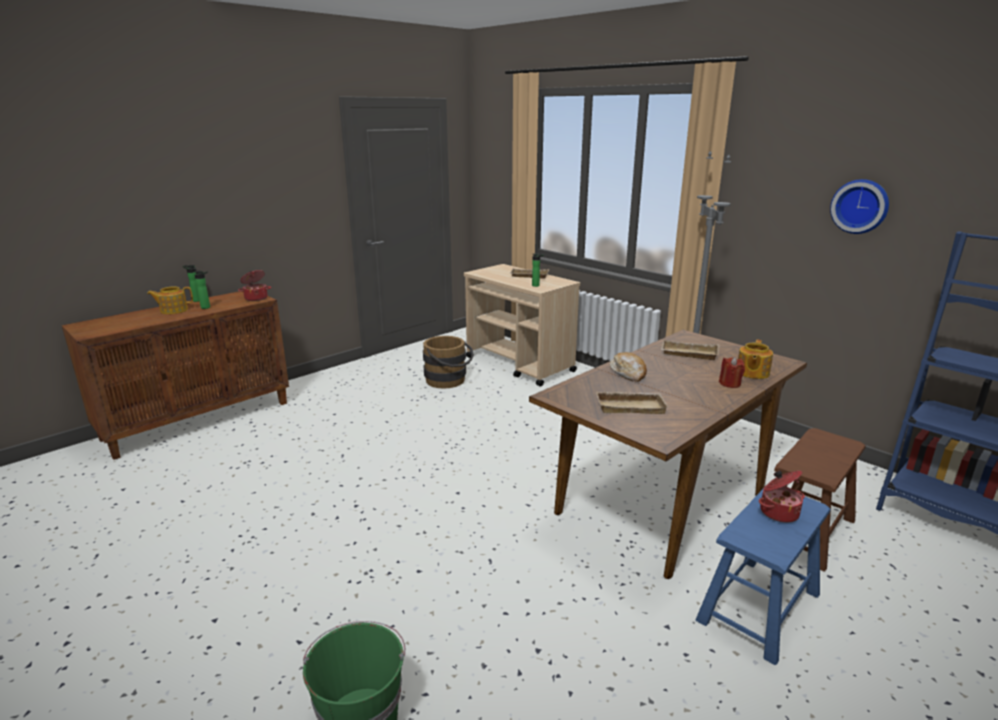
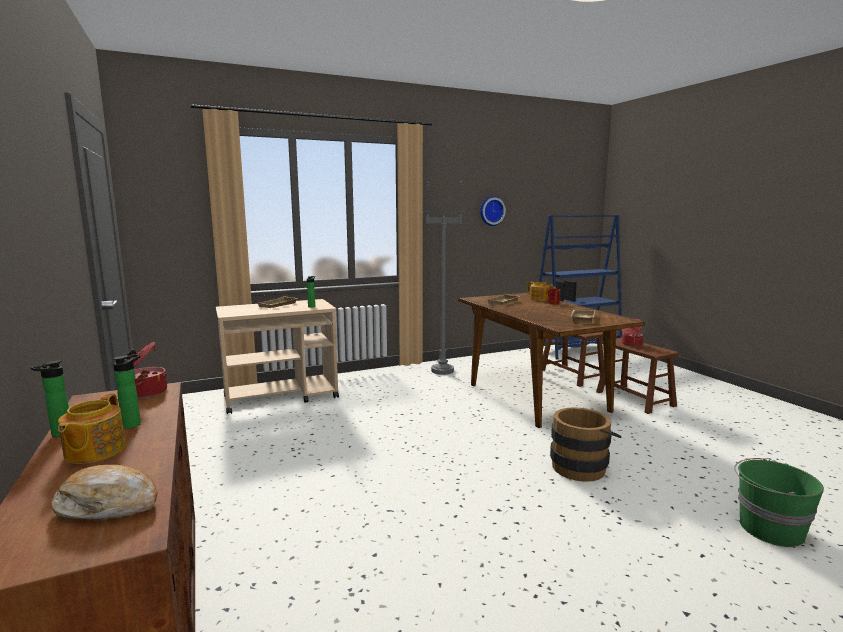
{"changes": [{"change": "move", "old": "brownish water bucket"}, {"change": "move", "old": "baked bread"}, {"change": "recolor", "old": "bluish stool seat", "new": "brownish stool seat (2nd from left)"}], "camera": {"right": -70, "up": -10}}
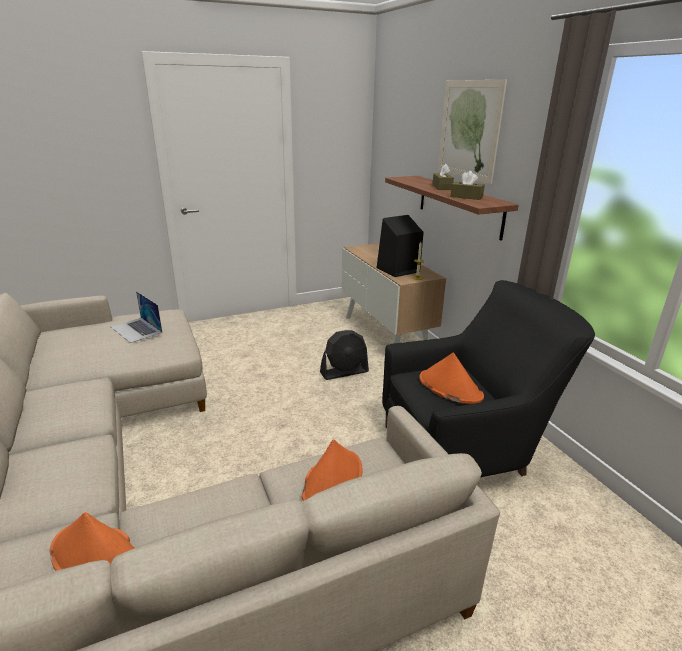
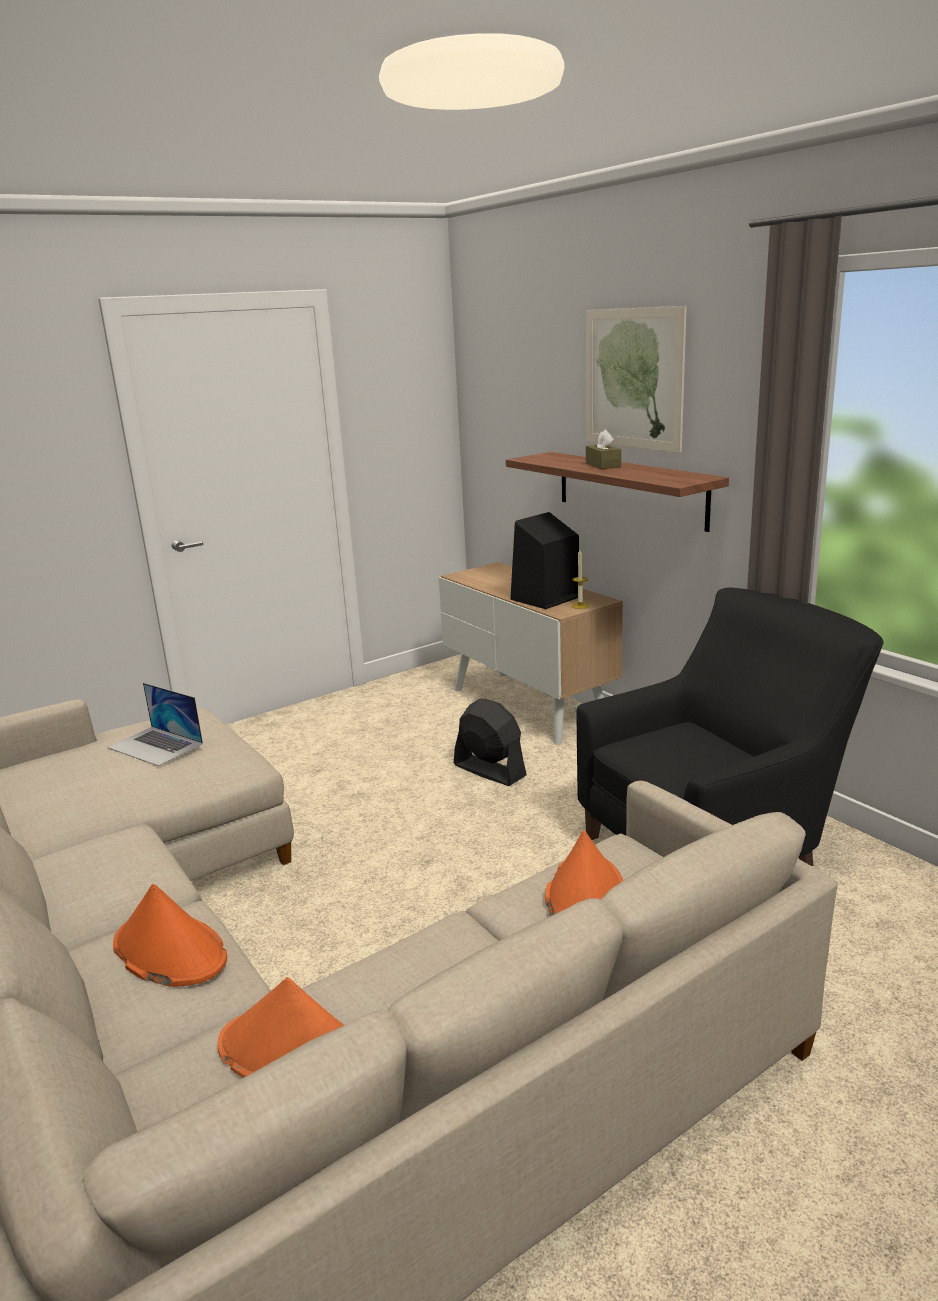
{"changes": [{"change": "delete", "old": "brownish tissue box (2nd from left)"}, {"change": "move", "old": "orange-coloured clothing hat (3rd from left in the first image)", "new": "orange-coloured clothing hat (1st from left)"}, {"change": "rotate", "old": "black-coloured electric fan", "degrees": -105}], "camera": {"right": -10, "up": -5}}
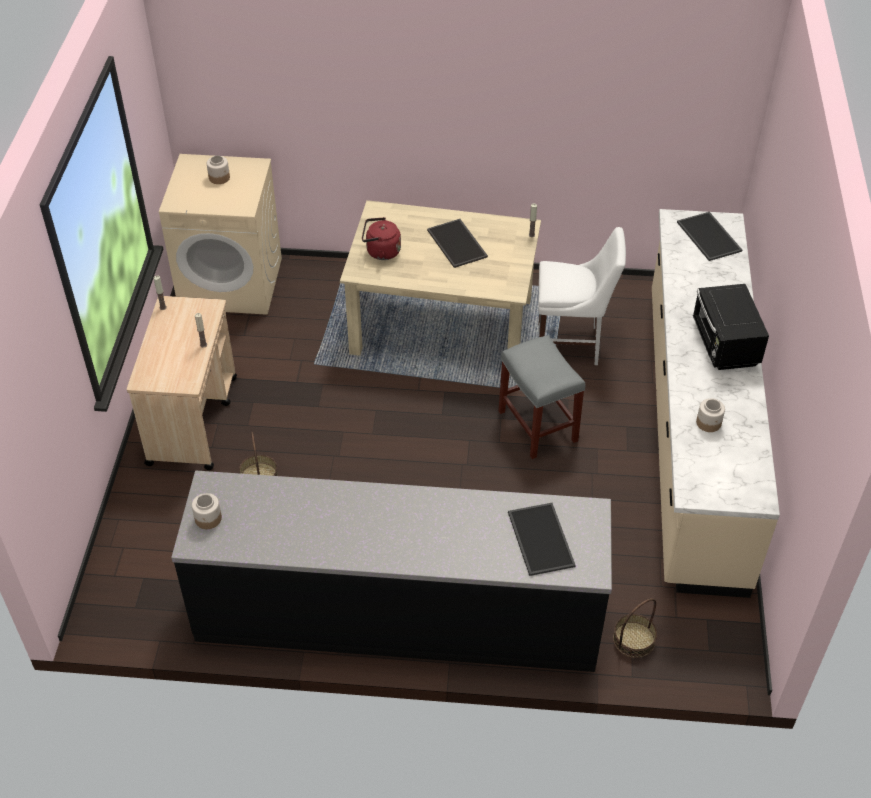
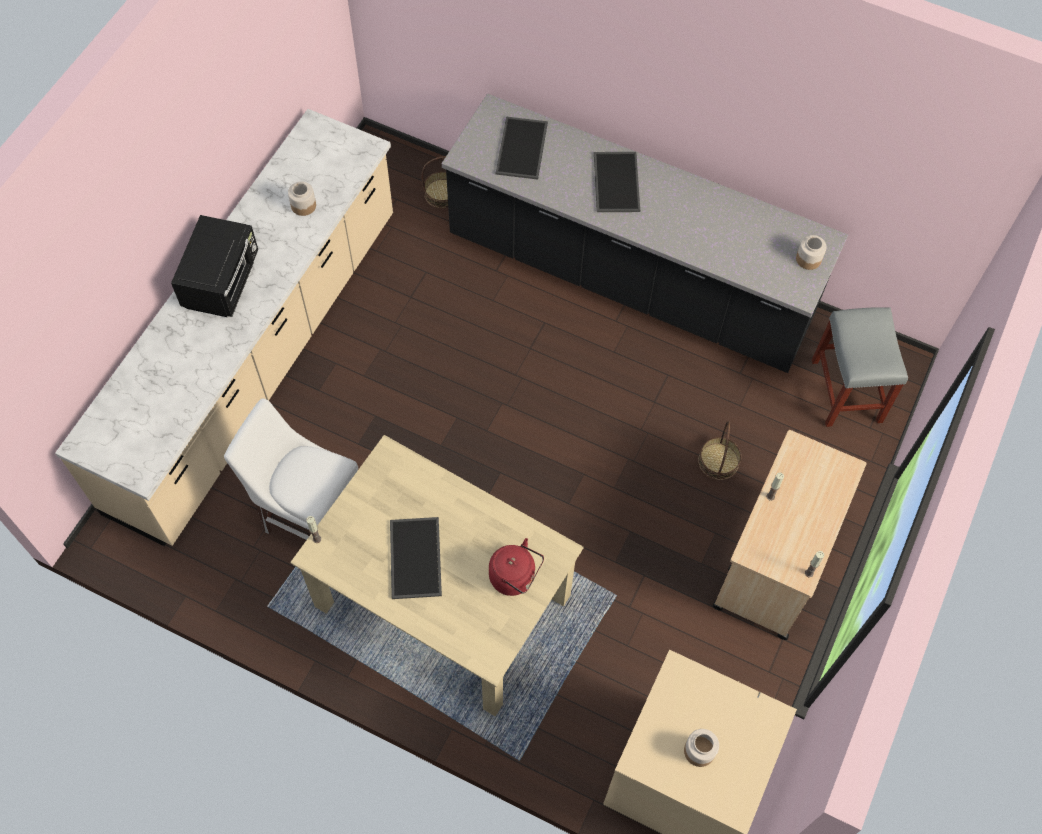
{"changes": [{"change": "move", "old": "grey stool seat"}, {"change": "move", "old": "carrying tray (3rd from left)"}], "camera": {"right": -160, "up": 15}}
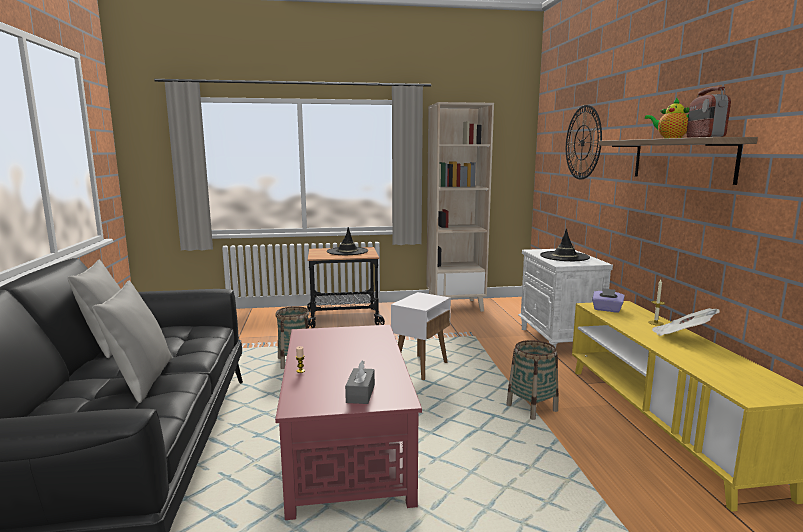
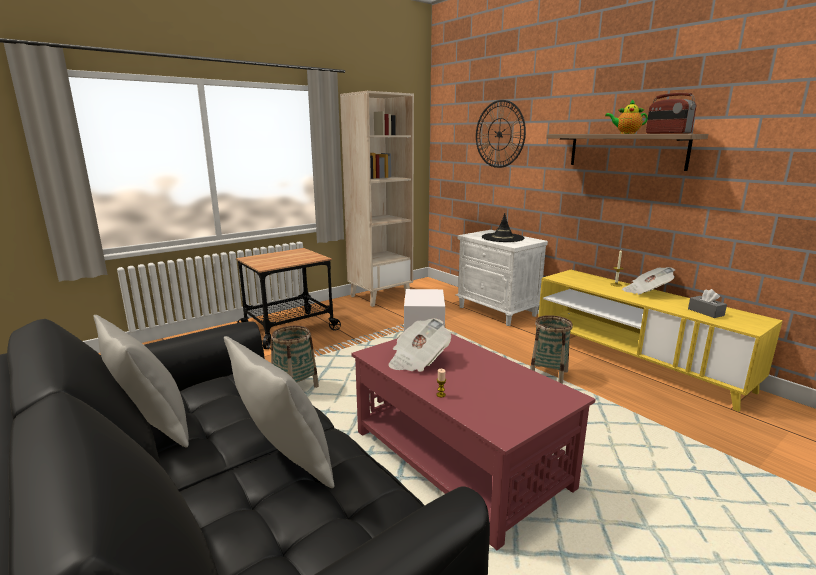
{"changes": [{"change": "delete", "old": "black-coloured clothing hat (1st from left)"}, {"change": "delete", "old": "purple tissue box"}, {"change": "insert", "new": "newspaper (1st from left)"}, {"change": "move", "old": "grey tissue box"}], "camera": {"right": -30, "up": 5}}
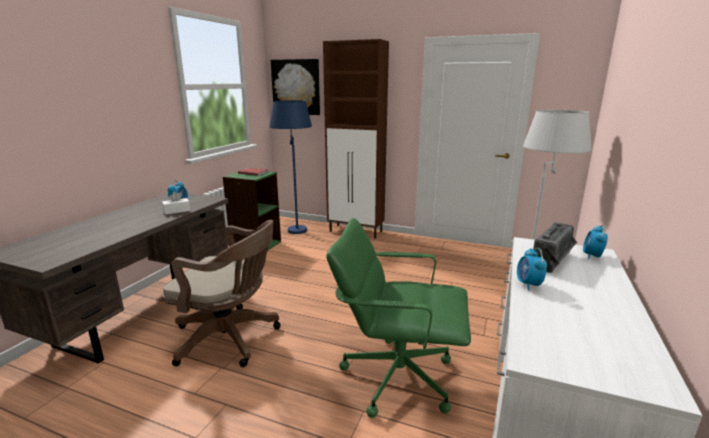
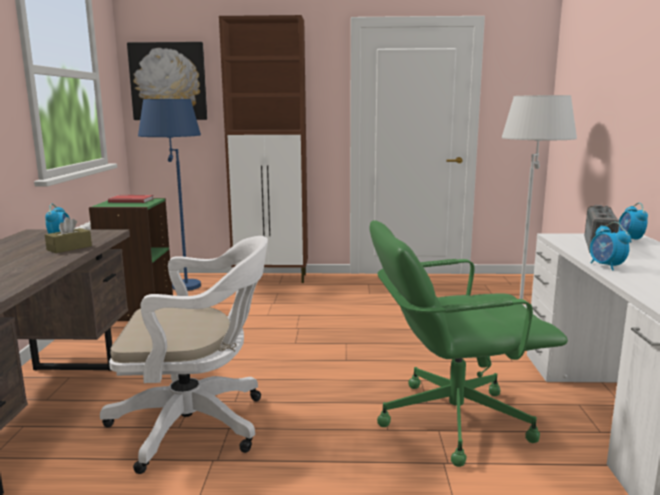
{"changes": [{"change": "recolor", "old": "white-coloured tissue box", "new": "brownish tissue box"}, {"change": "recolor", "old": "brownish computer chair", "new": "white-coloured computer chair"}], "camera": {"right": -20, "up": -5}}
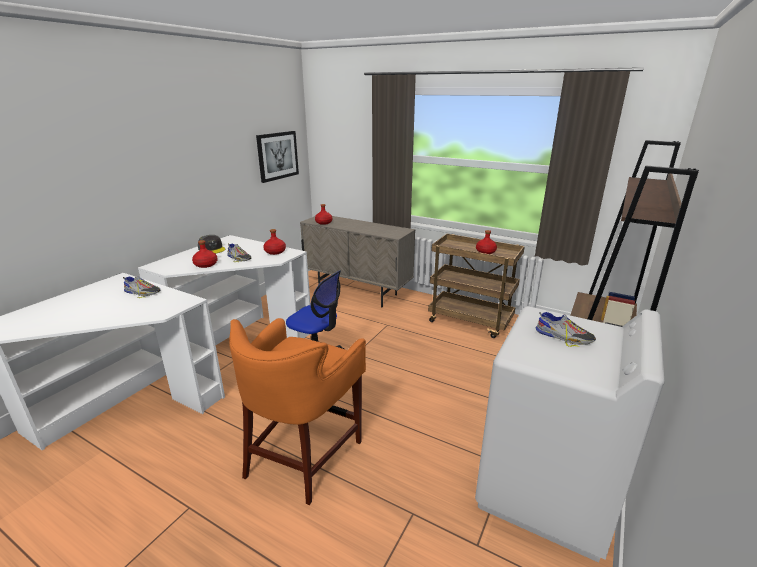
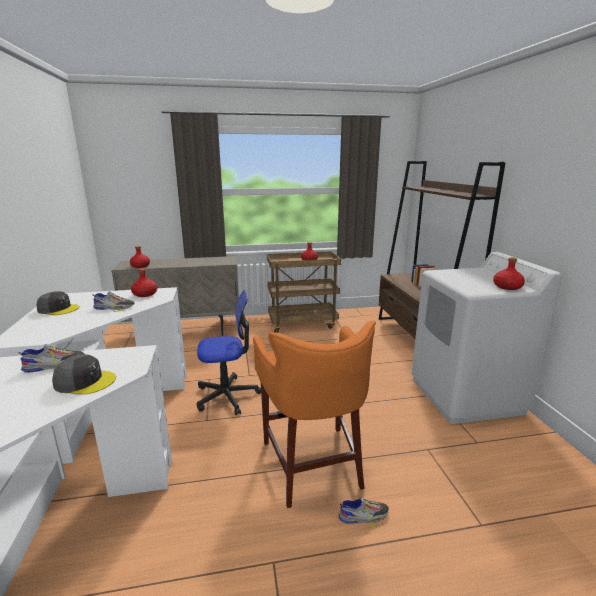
{"changes": [{"change": "delete", "old": "picture"}, {"change": "insert", "new": "grey baseball cap (2nd from left)"}, {"change": "move", "old": "reddish drink bottle (1st from left in the first image)", "new": "reddish drink bottle (4th from left)"}, {"change": "move", "old": "item of footwear (3rd from left)"}], "camera": {"right": -40, "up": -5}}
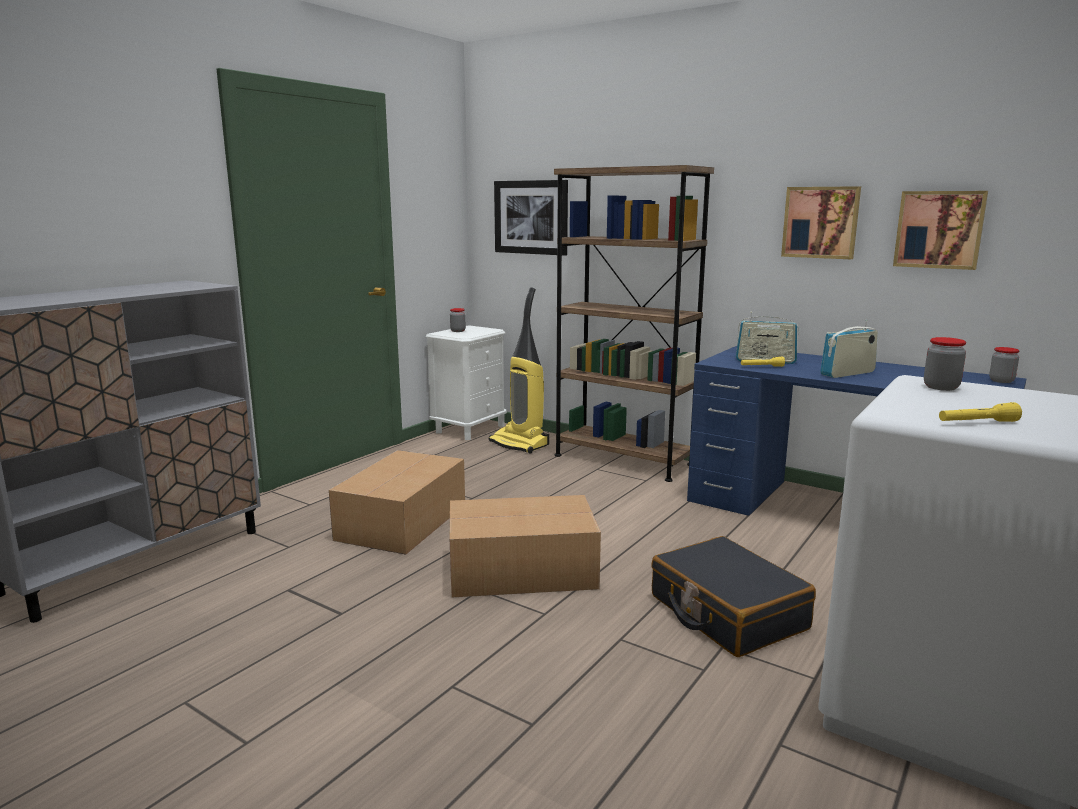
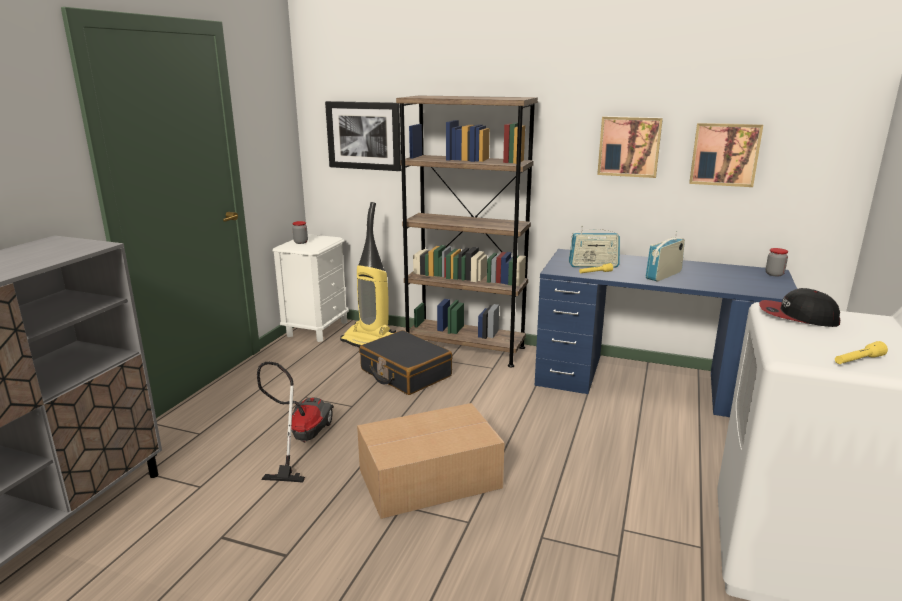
{"changes": [{"change": "move", "old": "black-coloured piece of luggage"}, {"change": "replace", "old": "cardboard box (1st from left)", "new": "hoover (1st from left)"}, {"change": "replace", "old": "storage jar (2nd from left)", "new": "baseball cap"}], "camera": {"right": -15, "up": 5}}
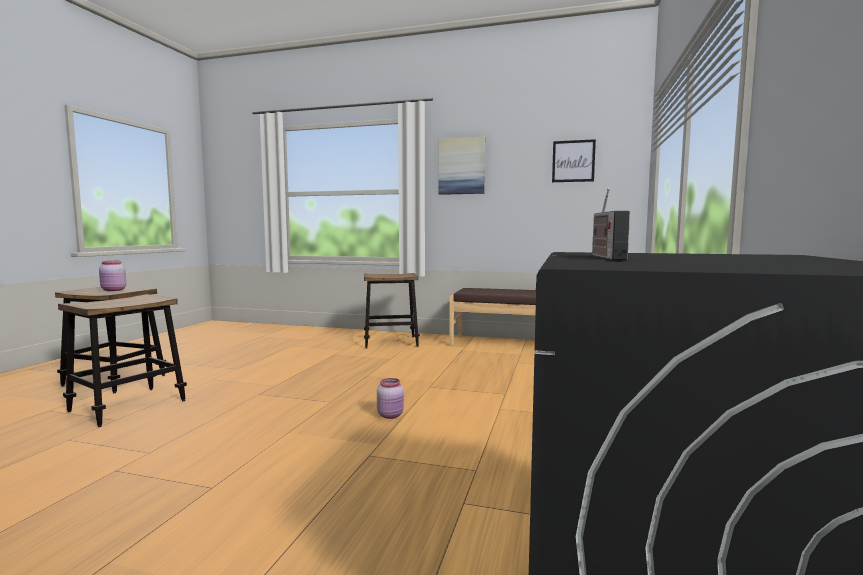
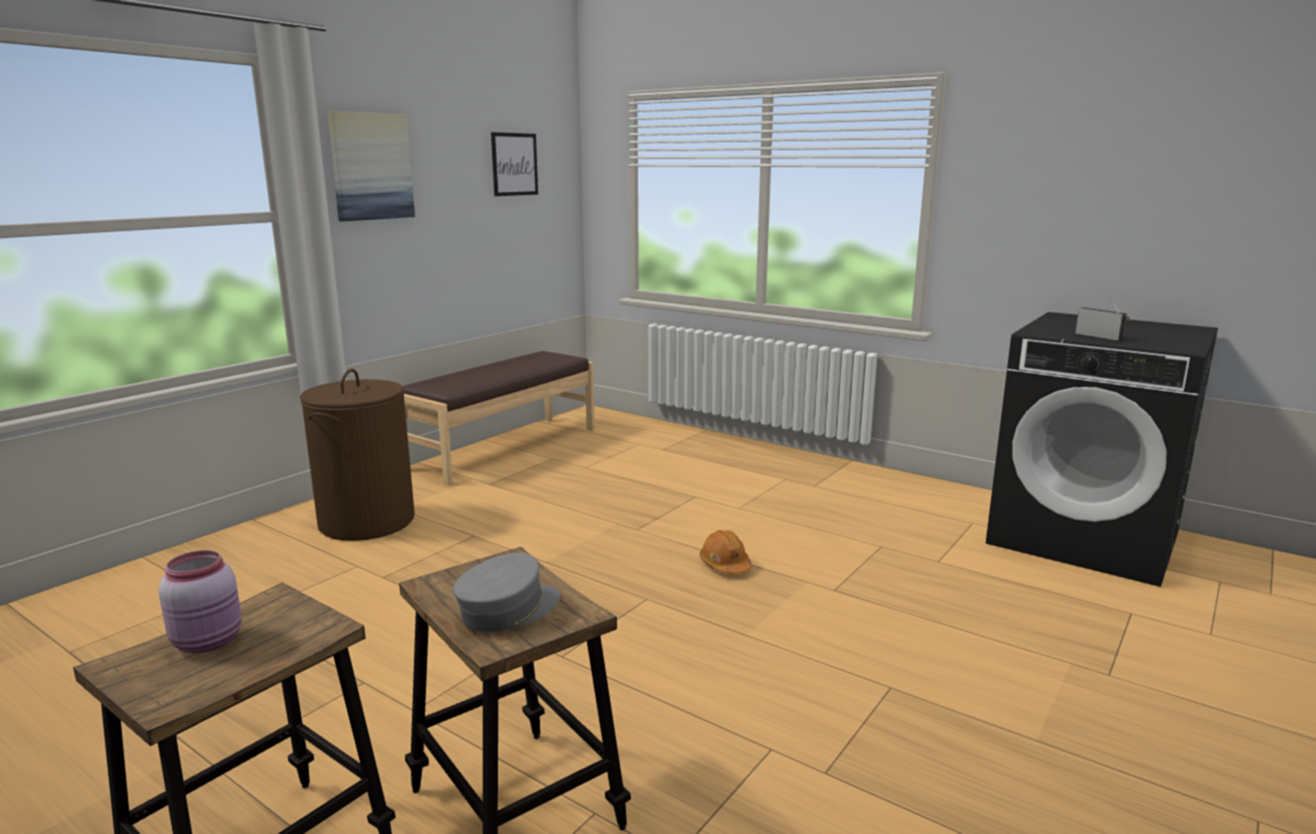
{"changes": [{"change": "insert", "new": "grey baseball cap"}, {"change": "replace", "old": "stool seat (3rd from left)", "new": "brownish hamper"}, {"change": "replace", "old": "pink-coloured storage jar (2nd from left)", "new": "orange-coloured safety helmet"}, {"change": "rotate", "old": "radio set", "degrees": -150}], "camera": {"right": -70, "up": 10}}
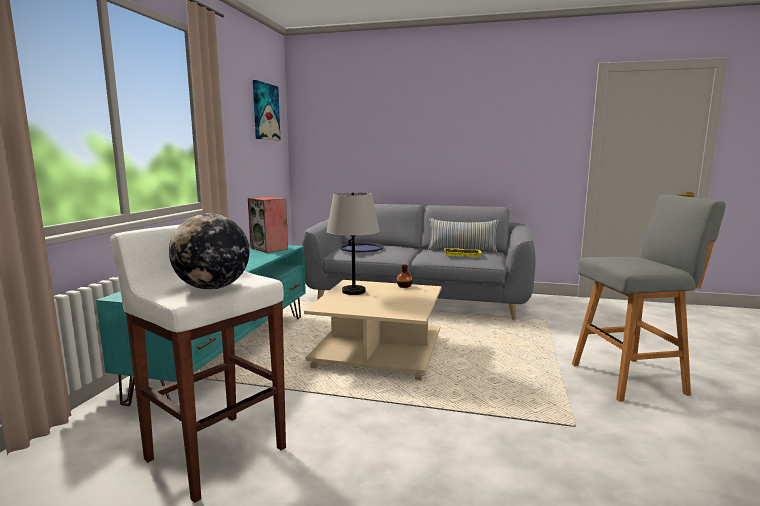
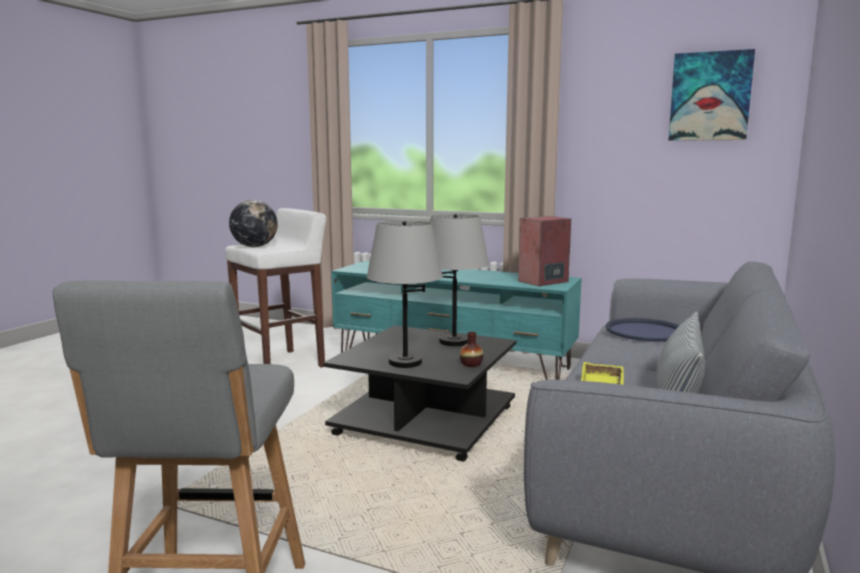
{"changes": [{"change": "insert", "new": "grey table lamp (1st from left)"}, {"change": "recolor", "old": "beige-coloured low table", "new": "black-coloured low table"}], "camera": {"right": 100, "up": 0}}
